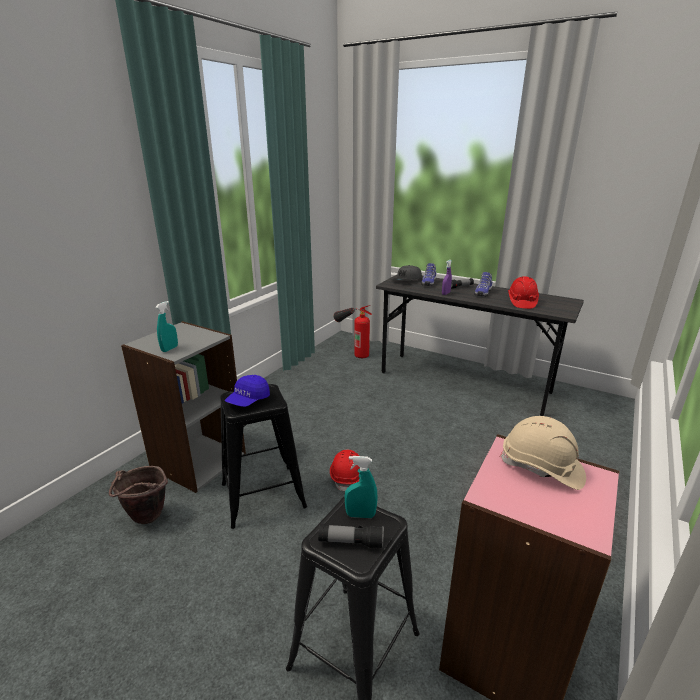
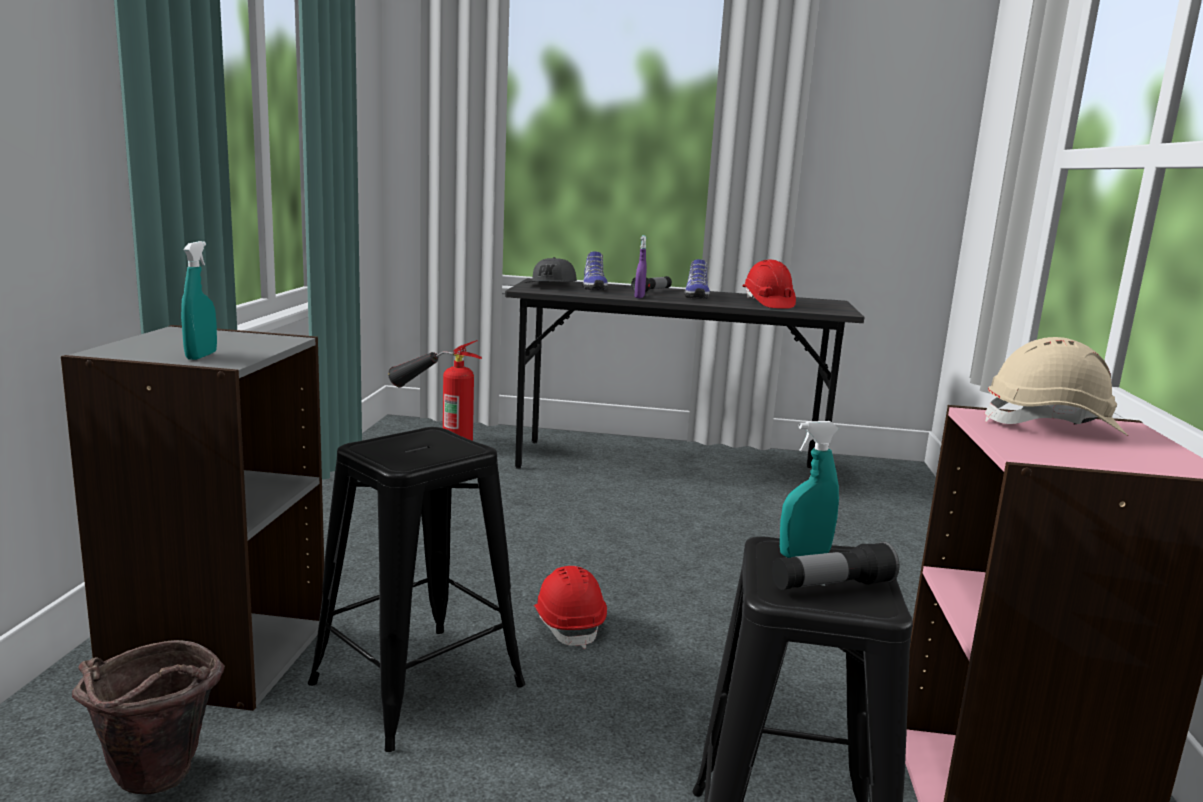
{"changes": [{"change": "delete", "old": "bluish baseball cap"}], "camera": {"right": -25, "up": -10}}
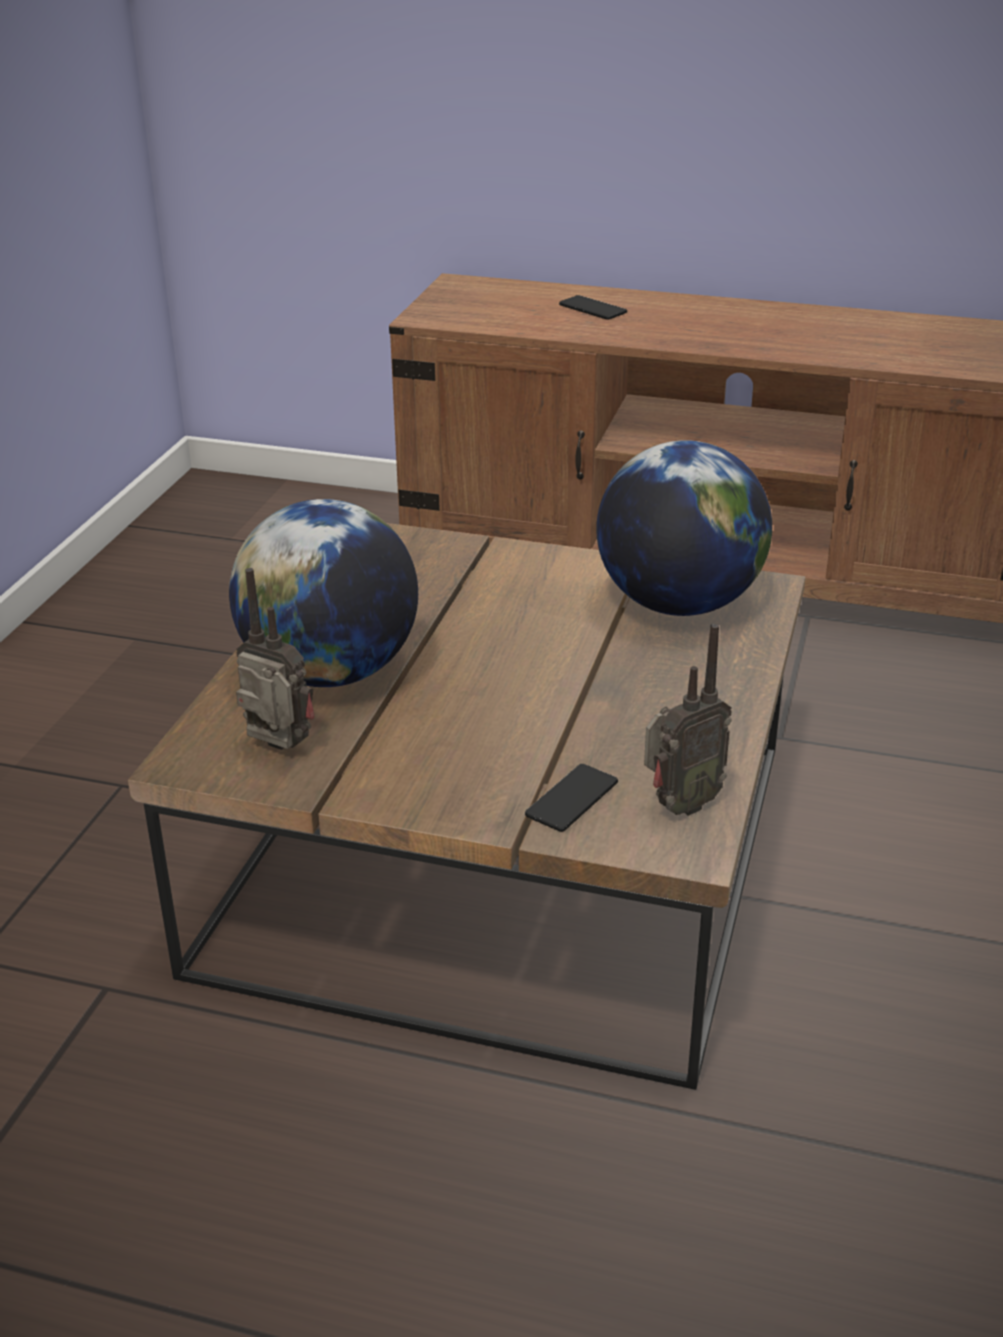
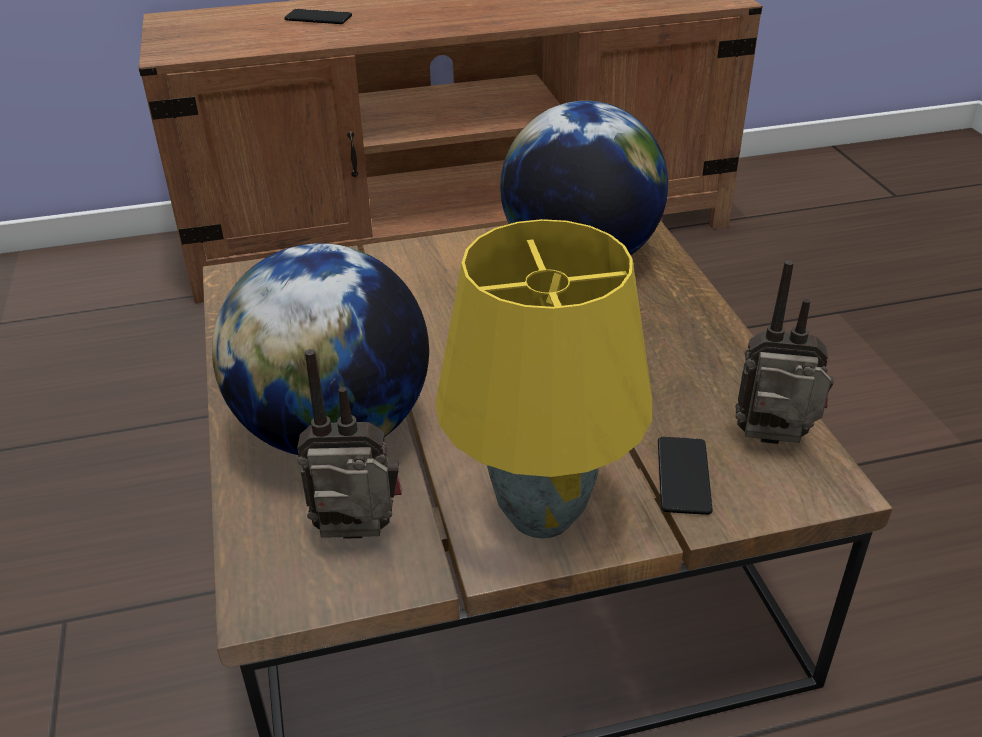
{"changes": [{"change": "insert", "new": "yellow table lamp"}, {"change": "rotate", "old": "radio set (2nd from left)", "degrees": -105}], "camera": {"right": -30, "up": 5}}
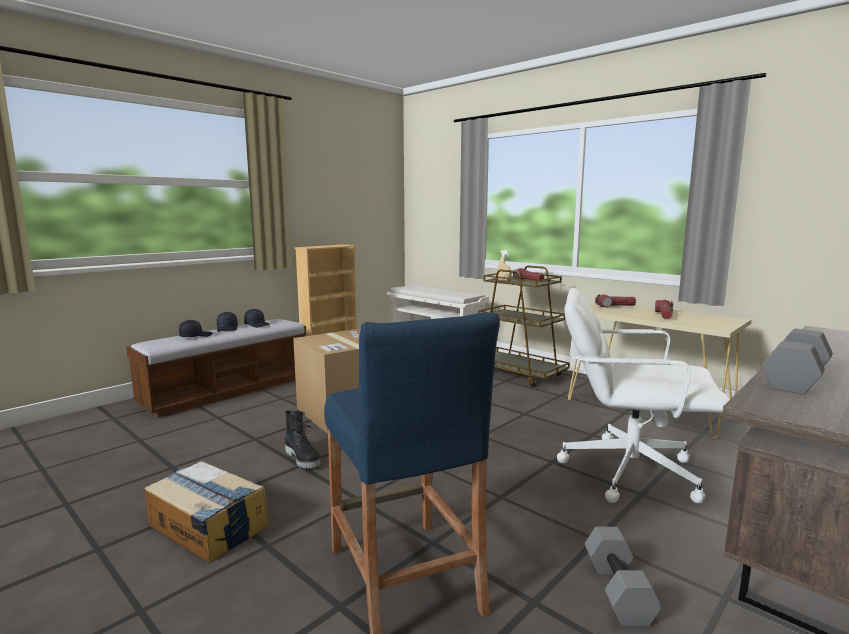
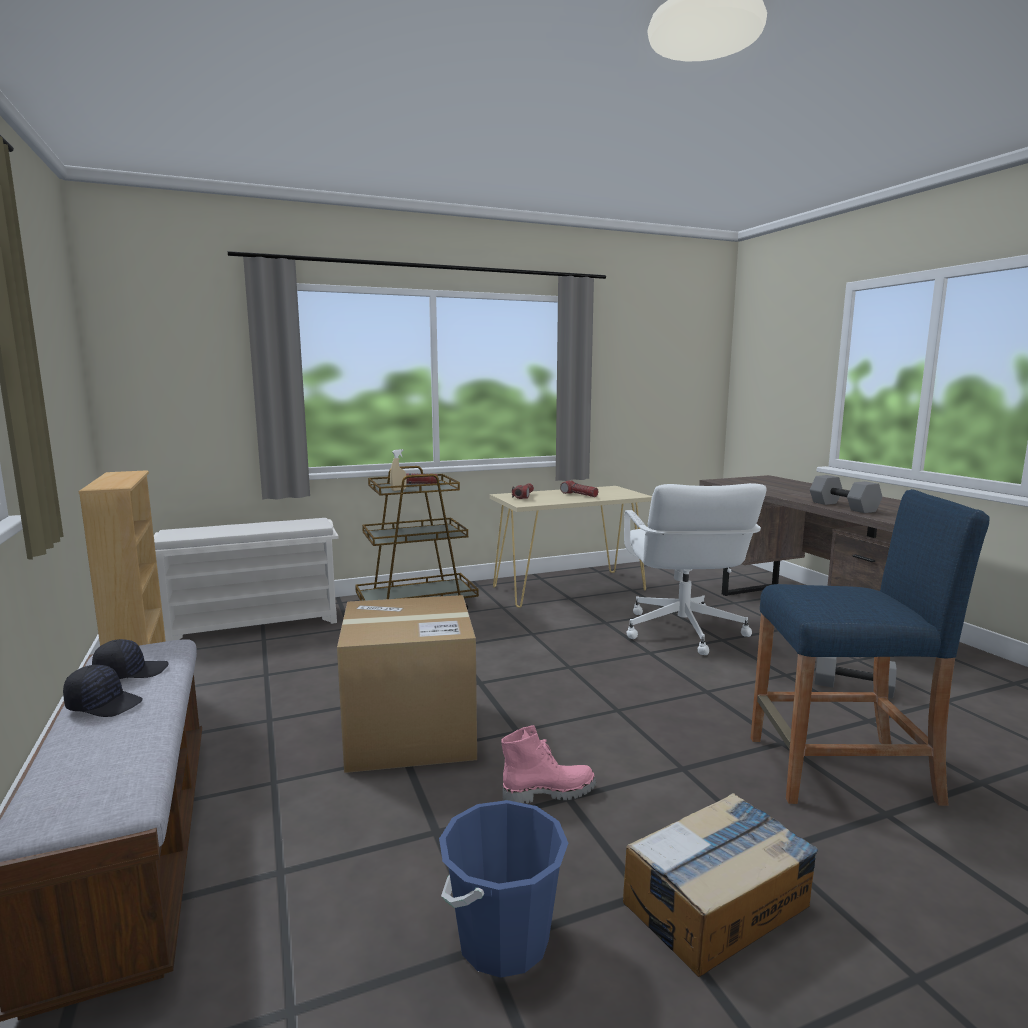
{"changes": [{"change": "delete", "old": "black-coloured baseball cap (1st from left)"}, {"change": "insert", "new": "bluish water bucket"}, {"change": "recolor", "old": "black-coloured high-top boot", "new": "pink-coloured high-top boot"}, {"change": "rotate", "old": "white-coloured computer chair", "degrees": -45}], "camera": {"right": -65, "up": 0}}
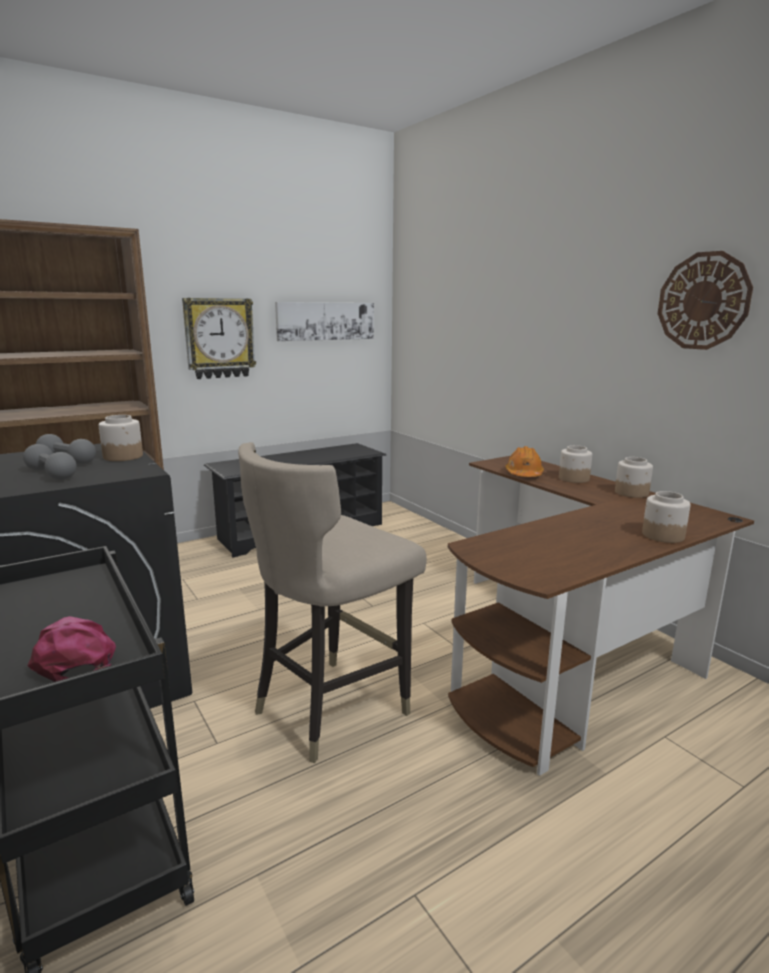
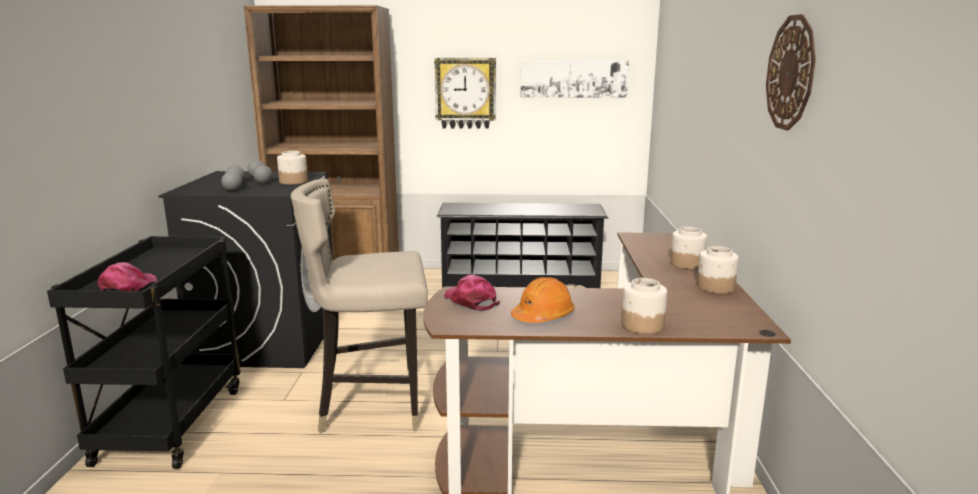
{"changes": [{"change": "insert", "new": "pink-coloured baseball cap (2nd from left)"}, {"change": "move", "old": "orange-coloured safety helmet"}], "camera": {"right": 35, "up": 0}}
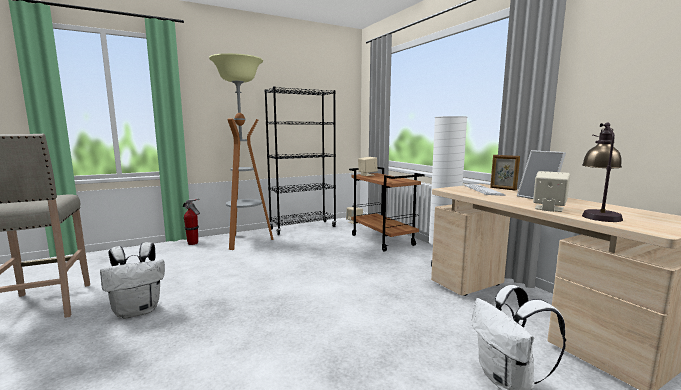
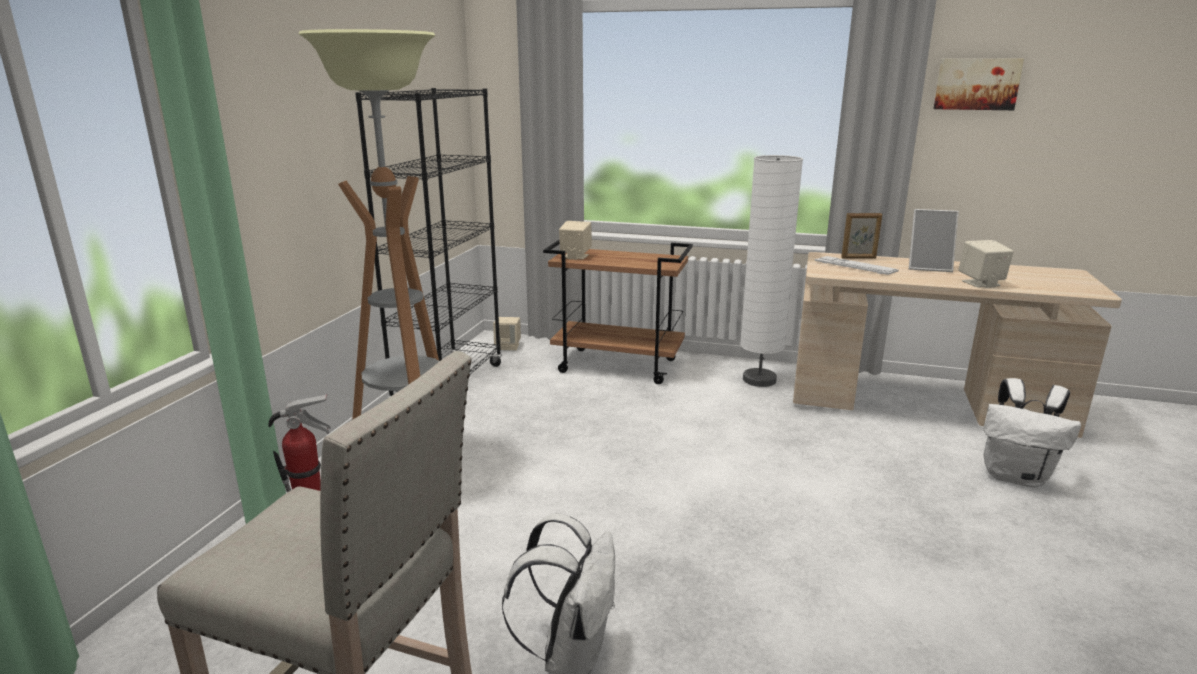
{"changes": [{"change": "delete", "old": "table lamp"}, {"change": "insert", "new": "picture"}], "camera": {"right": -45, "up": 10}}
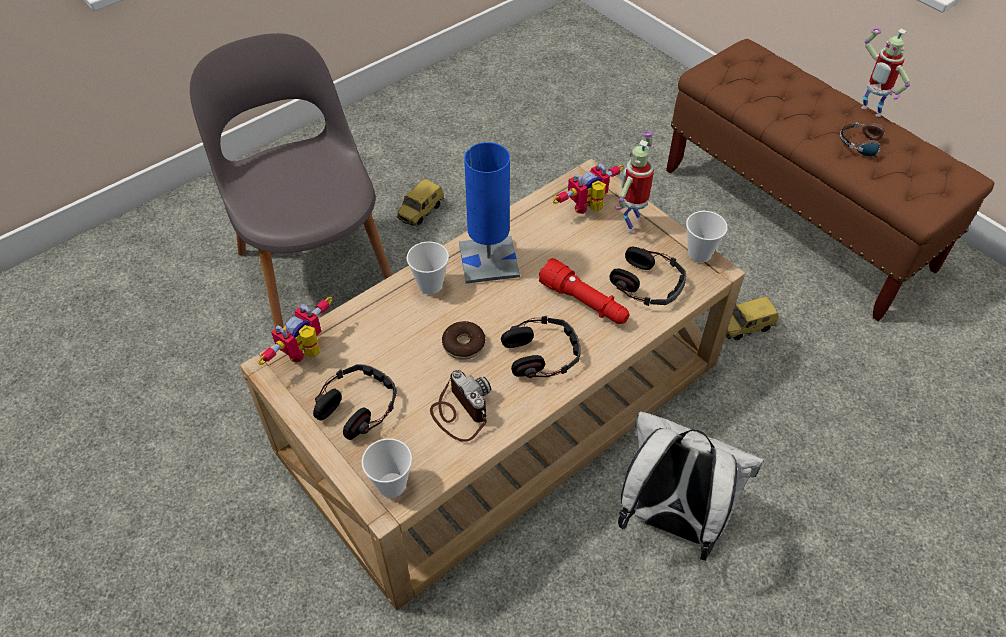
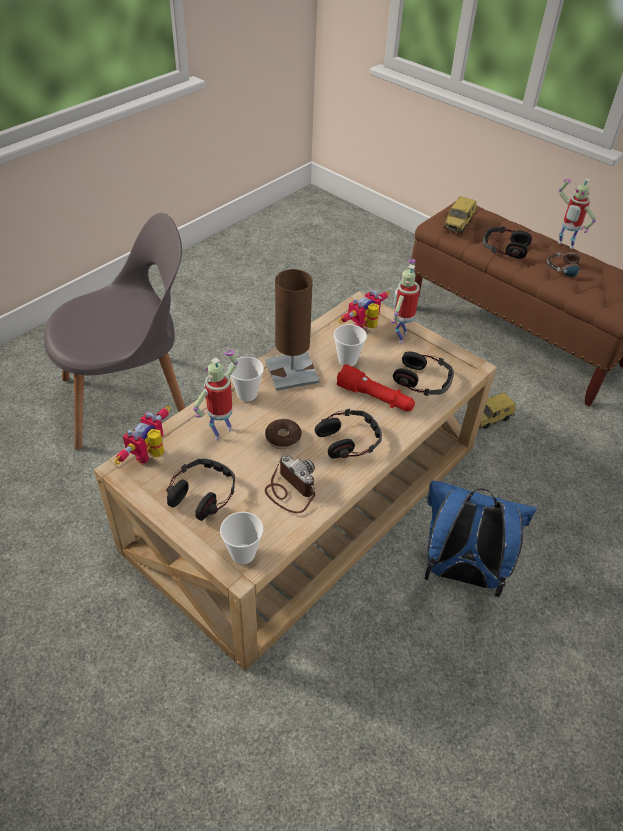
{"changes": [{"change": "insert", "new": "toy robot (2nd from left)"}, {"change": "insert", "new": "pair of headphones (4th from left)"}, {"change": "move", "old": "miniature car (1st from left)"}, {"change": "move", "old": "small cup (3rd from left)"}, {"change": "recolor", "old": "bluish table lamp", "new": "brownish table lamp"}, {"change": "recolor", "old": "white-coloured backpack", "new": "bluish backpack"}, {"change": "rotate", "old": "grey chair", "degrees": 105}], "camera": {"right": -10, "up": -5}}
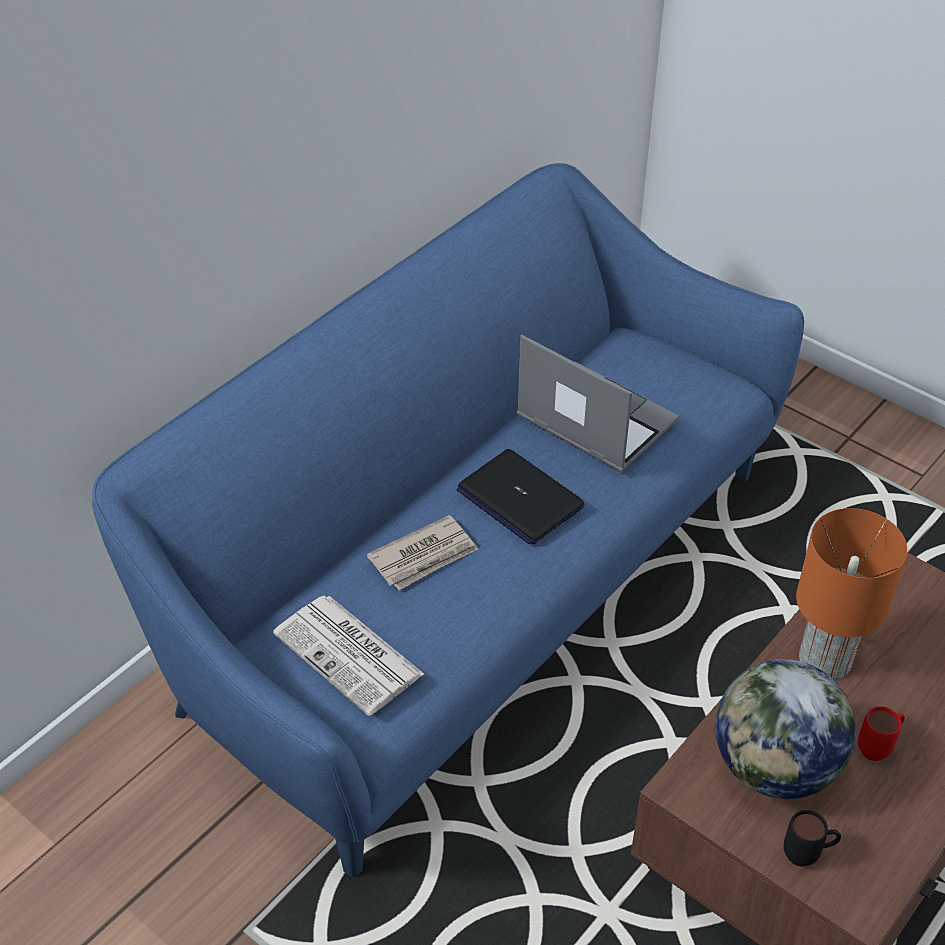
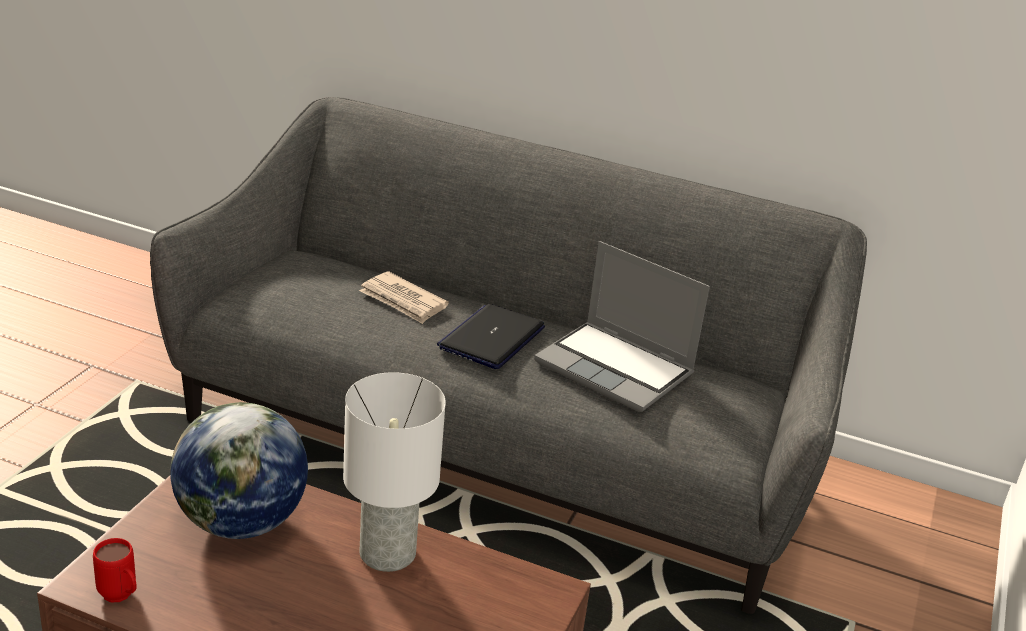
{"changes": [{"change": "delete", "old": "newspaper (1st from left)"}, {"change": "delete", "old": "black-coloured tea mug"}, {"change": "move", "old": "reddish tea mug"}, {"change": "recolor", "old": "bluish couch", "new": "grey couch"}, {"change": "recolor", "old": "orange-coloured table lamp", "new": "white-coloured table lamp"}, {"change": "rotate", "old": "notebook computer (2nd from left)", "degrees": 105}], "camera": {"right": 70, "up": -15}}
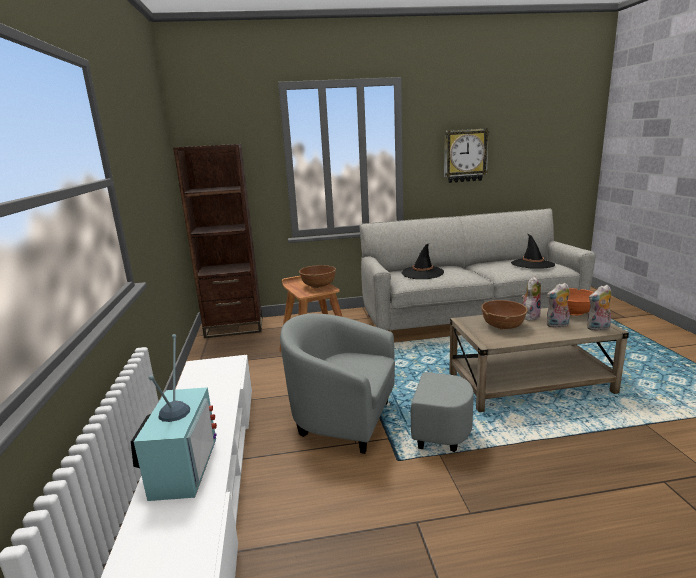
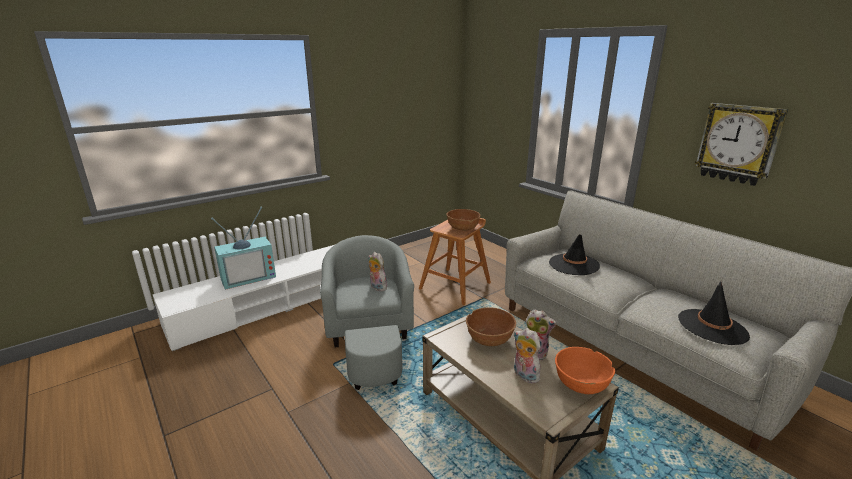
{"changes": [{"change": "delete", "old": "brownish bookcase"}, {"change": "move", "old": "plush toy (3rd from left in the first image)", "new": "plush toy (1st from left)"}], "camera": {"right": 60, "up": 5}}
